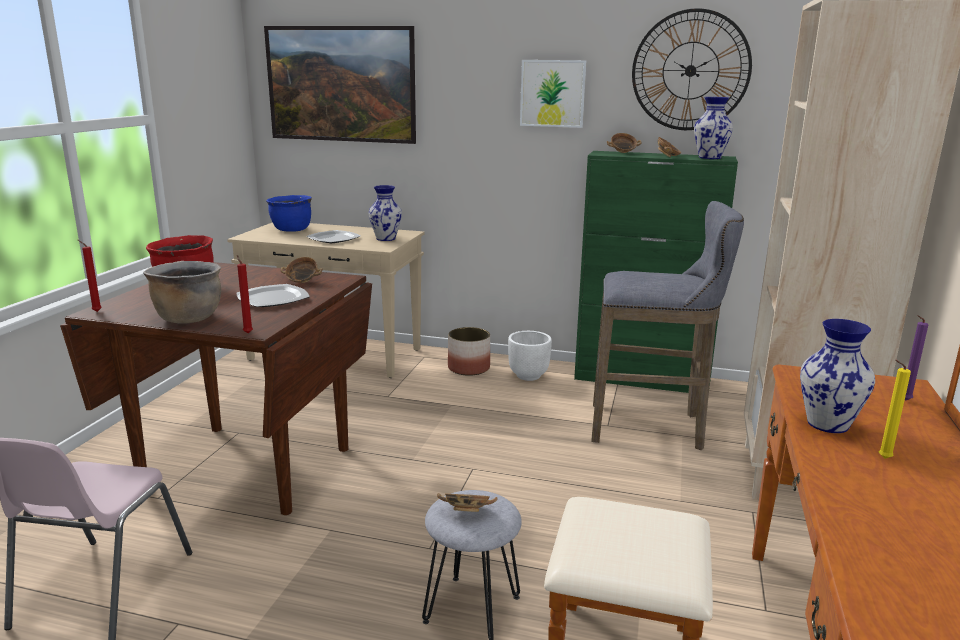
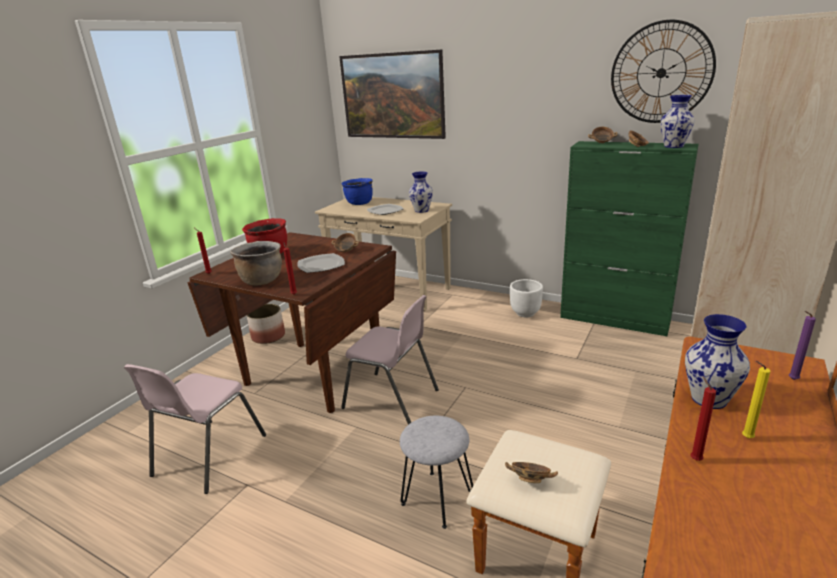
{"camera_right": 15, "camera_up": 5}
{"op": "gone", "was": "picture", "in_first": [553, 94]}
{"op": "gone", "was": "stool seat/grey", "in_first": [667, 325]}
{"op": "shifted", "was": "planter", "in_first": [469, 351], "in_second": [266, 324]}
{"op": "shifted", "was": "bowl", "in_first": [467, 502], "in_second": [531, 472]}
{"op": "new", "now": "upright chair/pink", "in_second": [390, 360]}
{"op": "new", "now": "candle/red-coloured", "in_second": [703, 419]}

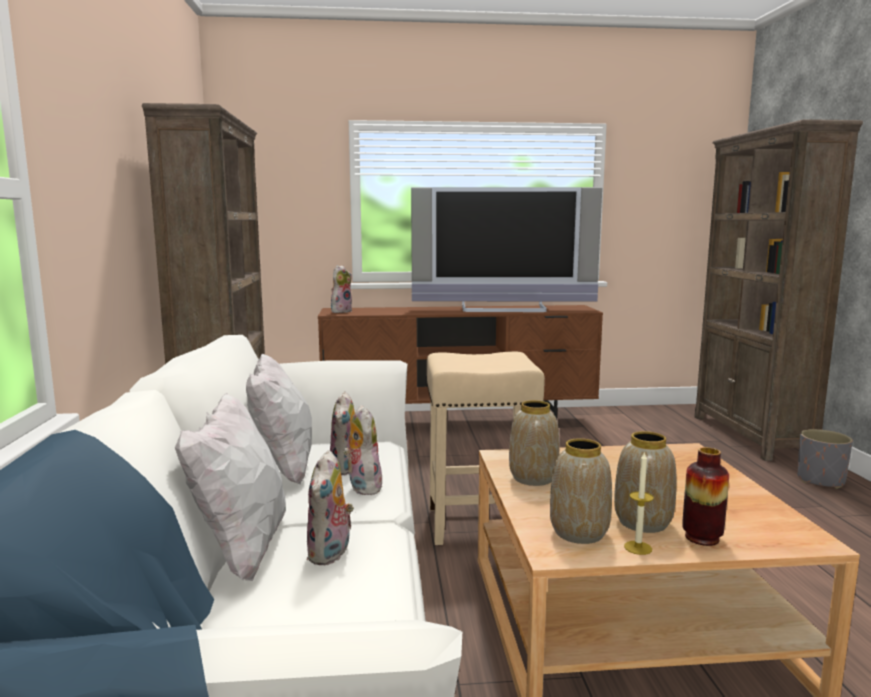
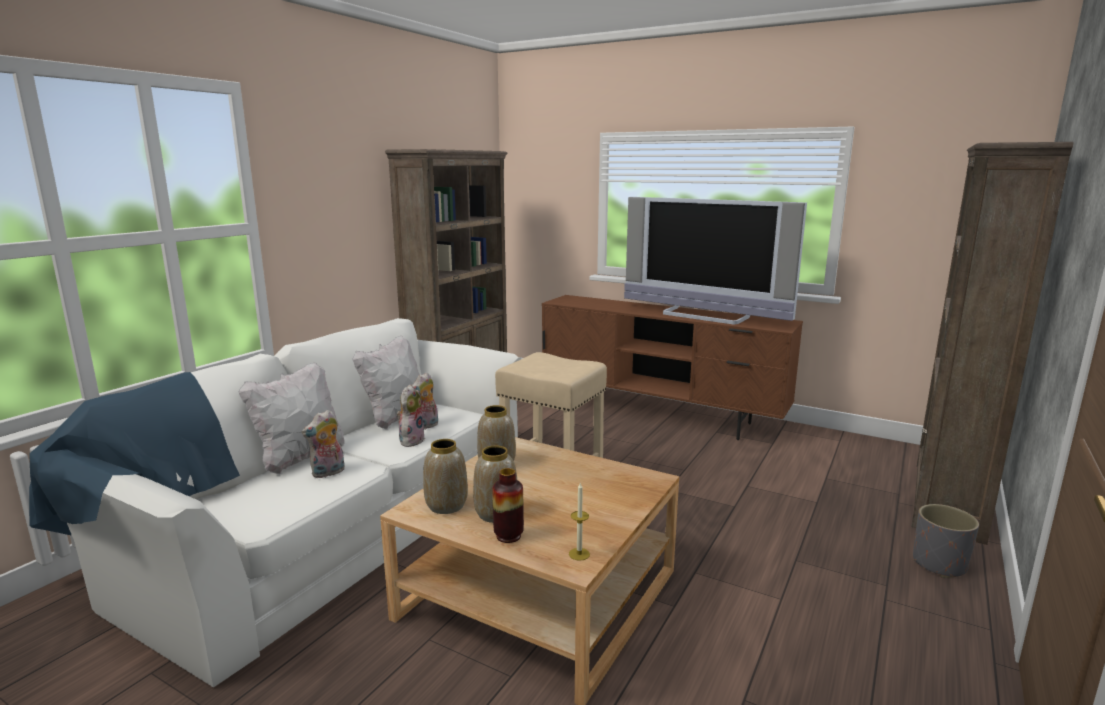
{"camera_right": 35, "camera_up": 5}
{"op": "gone", "was": "cuddly toy", "in_first": [341, 289]}
{"op": "shifted", "was": "candle", "in_first": [639, 503], "in_second": [579, 522]}

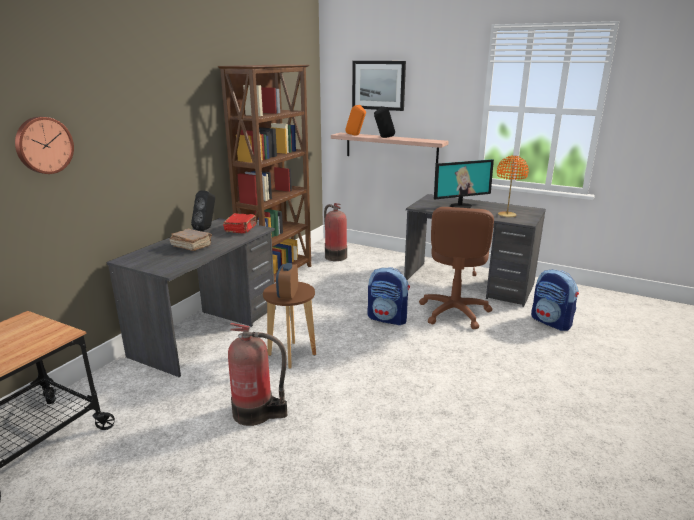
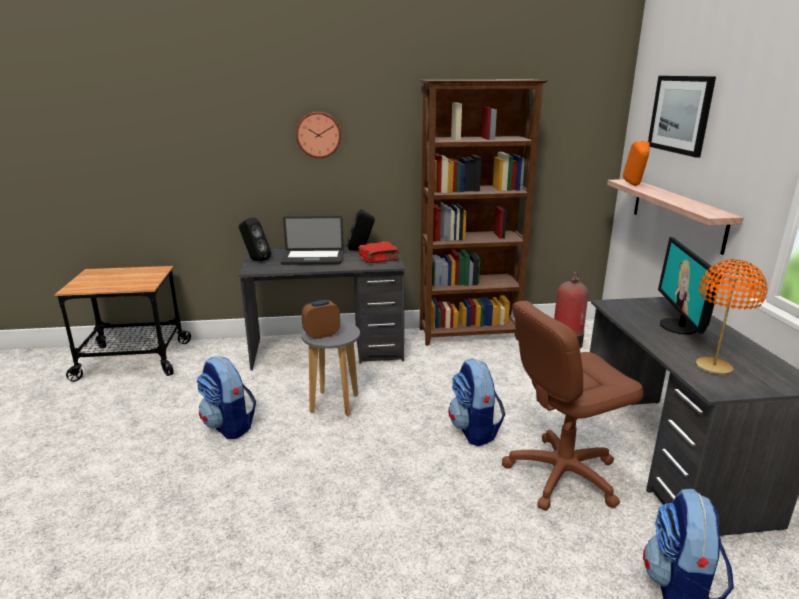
{"camera_right": 55, "camera_up": 0}
{"op": "shifted", "was": "speaker/blackish", "in_first": [384, 122], "in_second": [255, 239]}
{"op": "shifted", "was": "clock on the wall", "in_first": [44, 145], "in_second": [318, 135]}
{"op": "rotated", "was": "computer screen", "in_first": [464, 183], "in_second": [690, 286], "clockwise": 60}
{"op": "swapped", "was": "book/brownish", "now": "laptop", "in_first": [191, 240], "in_second": [312, 240]}
{"op": "repainted", "was": "stool seat/brownish", "now": "stool seat/grey", "in_first": [289, 325], "in_second": [331, 368]}
{"op": "swapped", "was": "extinguisher", "now": "backpack", "in_first": [257, 374], "in_second": [226, 397]}

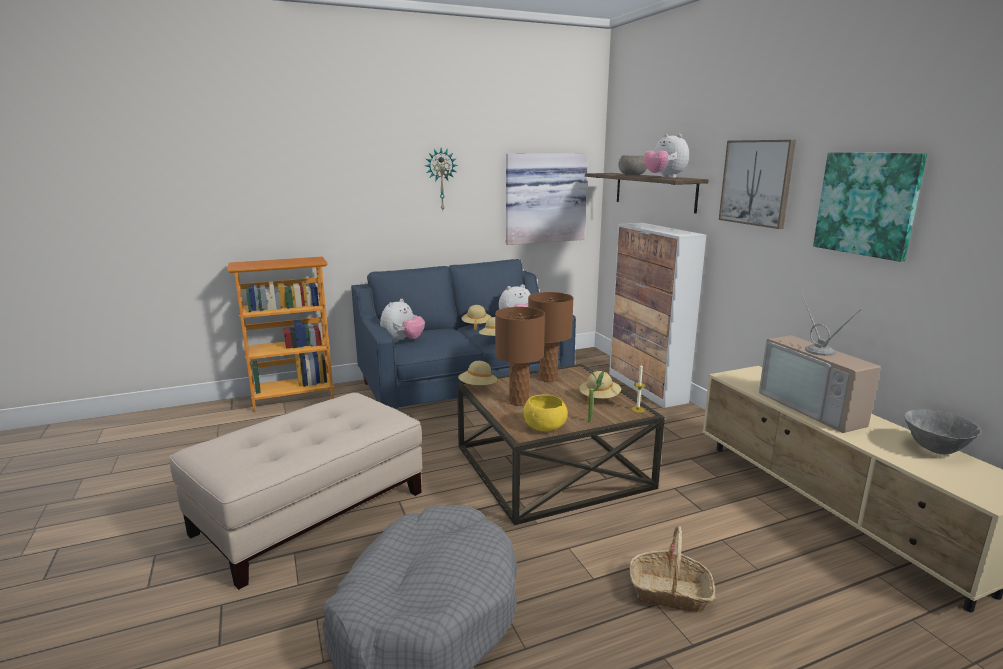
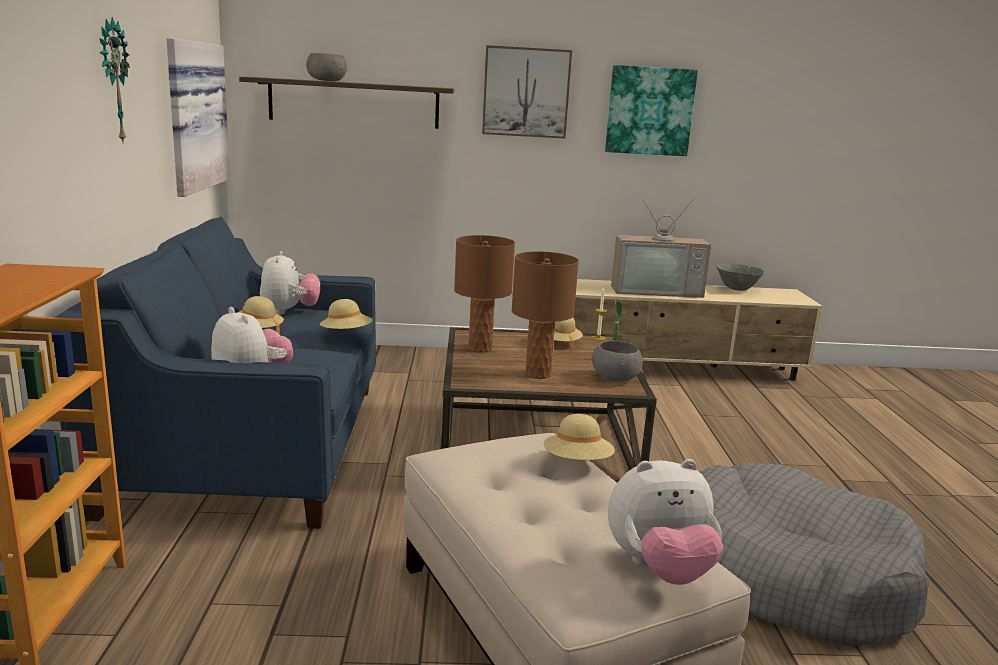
{"camera_right": -70, "camera_up": 0}
{"op": "shifted", "was": "cuddly toy", "in_first": [666, 156], "in_second": [665, 522]}
{"op": "gone", "was": "cabinet", "in_first": [657, 315]}
{"op": "shifted", "was": "hat/beige", "in_first": [478, 373], "in_second": [579, 437]}
{"op": "repainted", "was": "bowl/yellowish", "now": "bowl/grey", "in_first": [545, 413], "in_second": [617, 361]}
{"op": "gone", "was": "storage basket", "in_first": [672, 569]}

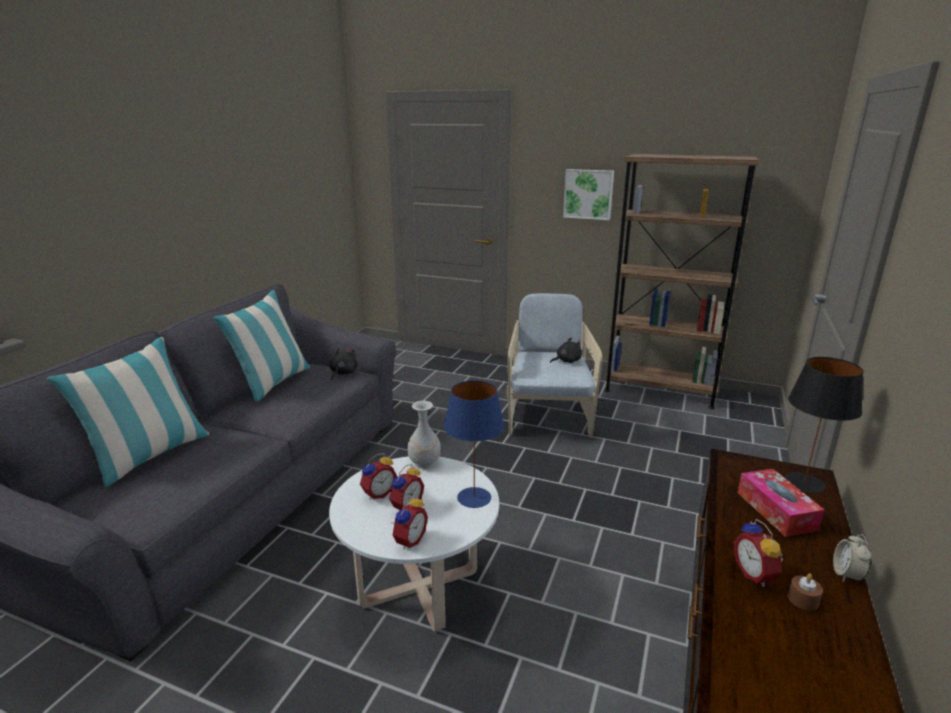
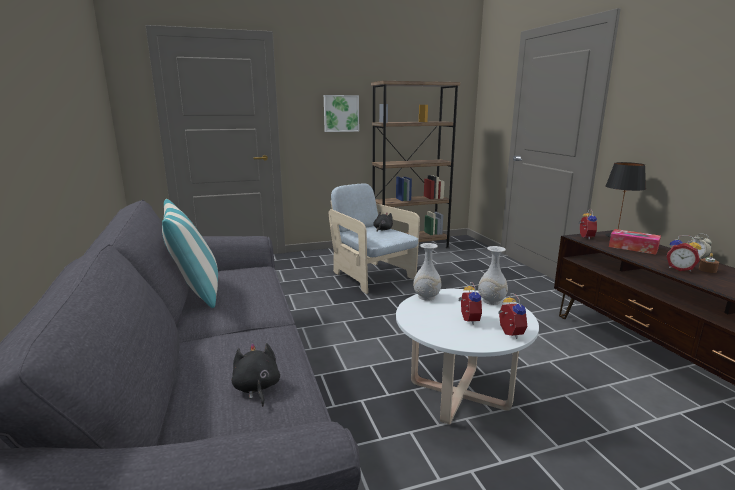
{"camera_right": -40, "camera_up": -5}
{"op": "gone", "was": "throw pillow", "in_first": [128, 412]}
{"op": "shifted", "was": "cuddly toy/blackish", "in_first": [343, 364], "in_second": [256, 375]}
{"op": "swapped", "was": "table lamp/bluish", "now": "decorative vase/white", "in_first": [474, 444], "in_second": [493, 275]}
{"op": "shifted", "was": "table clock", "in_first": [378, 476], "in_second": [588, 224]}

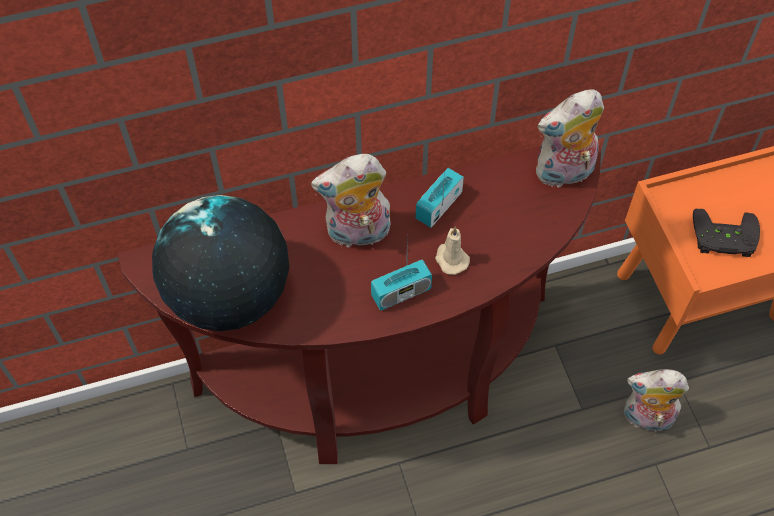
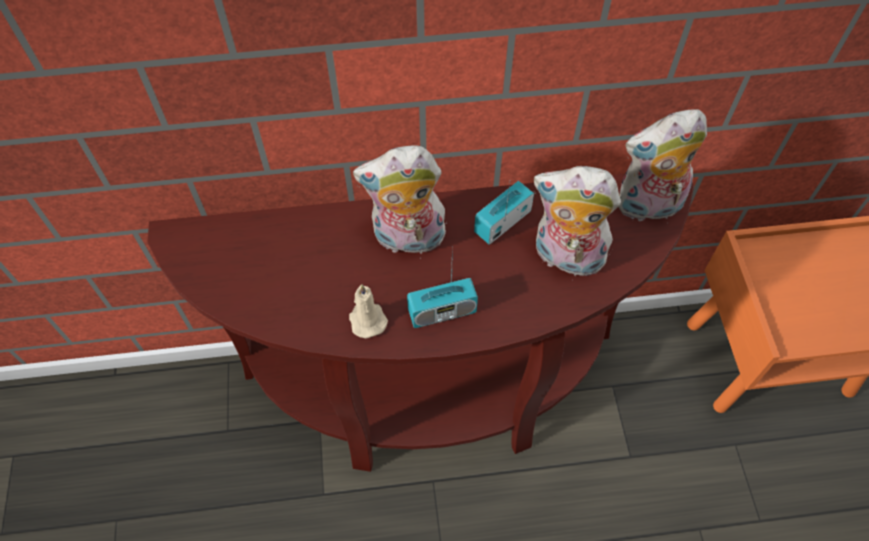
{"camera_right": 10, "camera_up": 0}
{"op": "gone", "was": "globe", "in_first": [220, 263]}
{"op": "gone", "was": "game controller/blackish", "in_first": [726, 233]}
{"op": "shifted", "was": "candle/beige", "in_first": [452, 251], "in_second": [368, 311]}
{"op": "shifted", "was": "cuddly toy", "in_first": [656, 400], "in_second": [577, 221]}

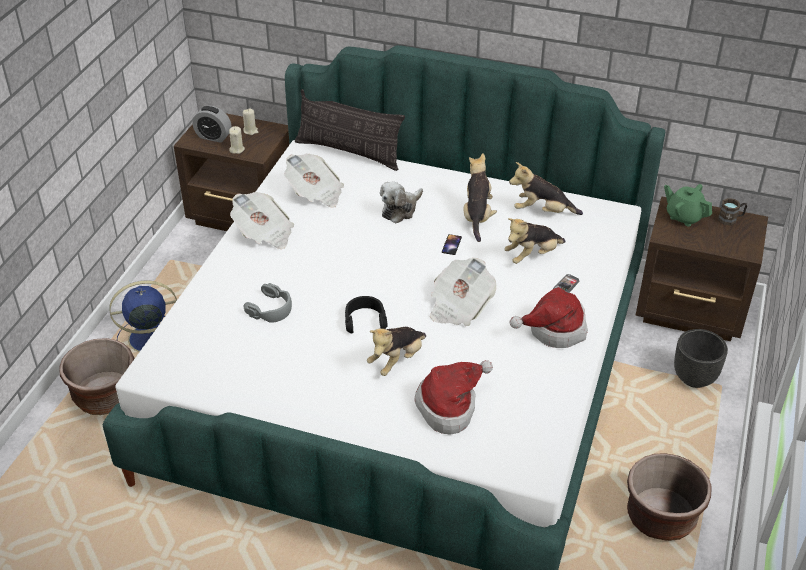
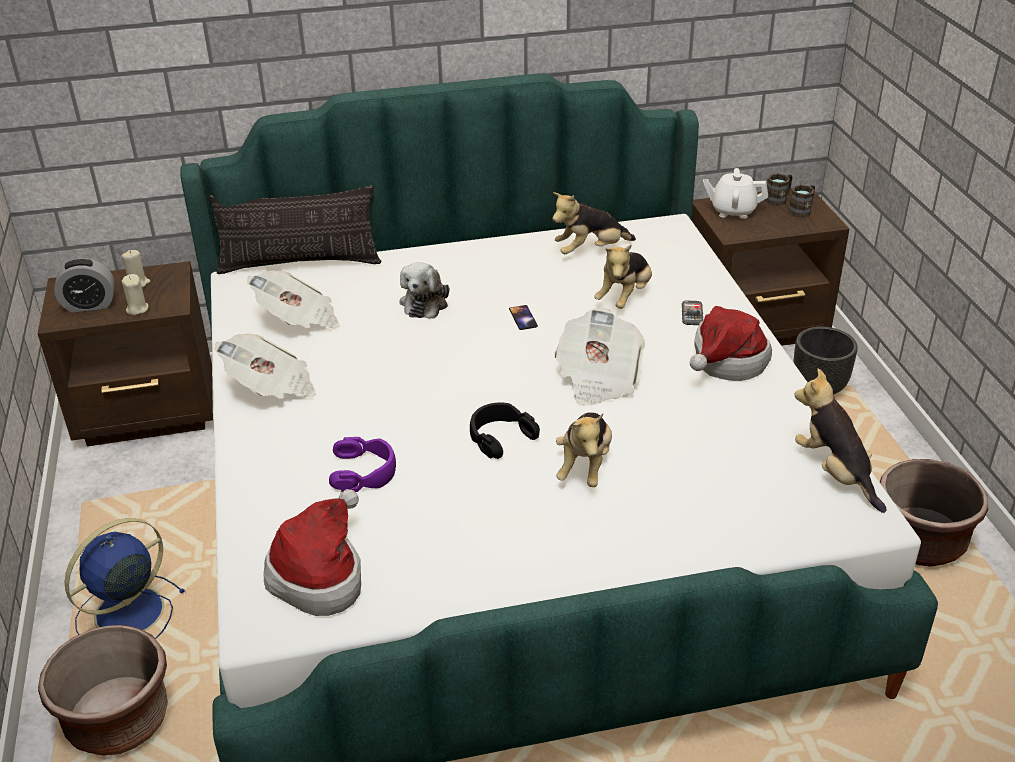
{"camera_right": -30, "camera_up": -5}
{"op": "shifted", "was": "cuddly toy", "in_first": [480, 197], "in_second": [840, 440]}
{"op": "repainted", "was": "pot for tea/green", "now": "pot for tea/white", "in_first": [688, 205], "in_second": [735, 193]}
{"op": "repainted", "was": "headset/grey", "now": "headset/purplish", "in_first": [267, 303], "in_second": [362, 464]}
{"op": "shifted", "was": "hat", "in_first": [454, 397], "in_second": [312, 552]}
{"op": "new", "now": "mug/brownish", "in_second": [802, 201]}

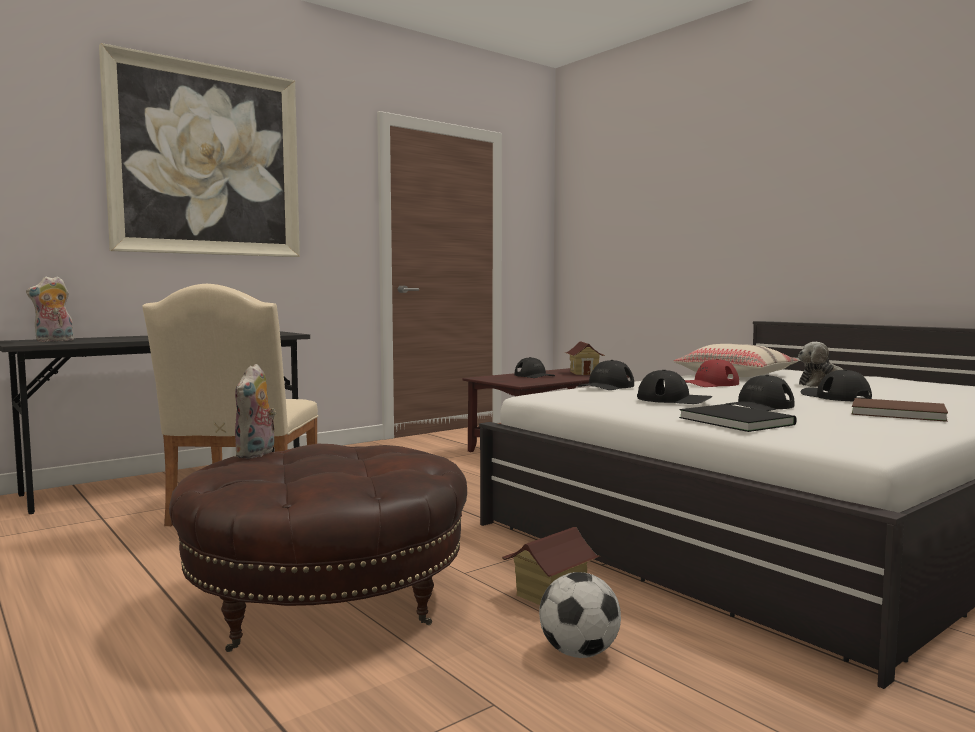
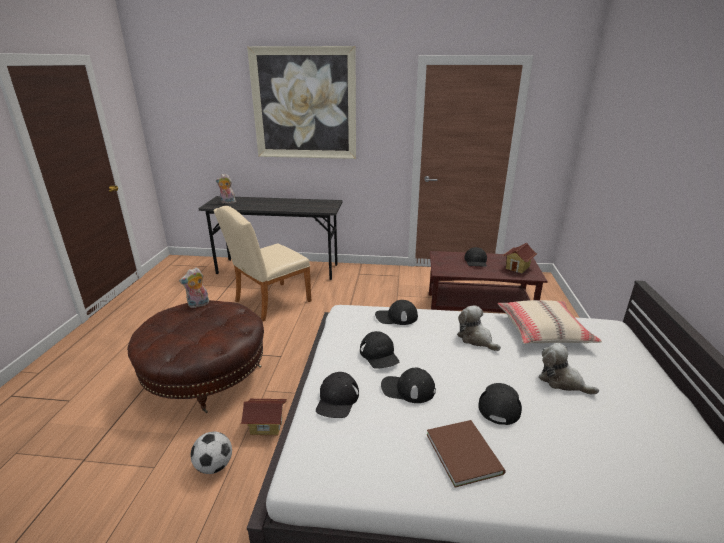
{"camera_right": 45, "camera_up": 20}
{"op": "swapped", "was": "baseball cap/red-coloured", "now": "cuddly toy", "in_first": [712, 373], "in_second": [479, 328]}
{"op": "swapped", "was": "book/blackish", "now": "baseball cap/blackish", "in_first": [738, 418], "in_second": [337, 395]}

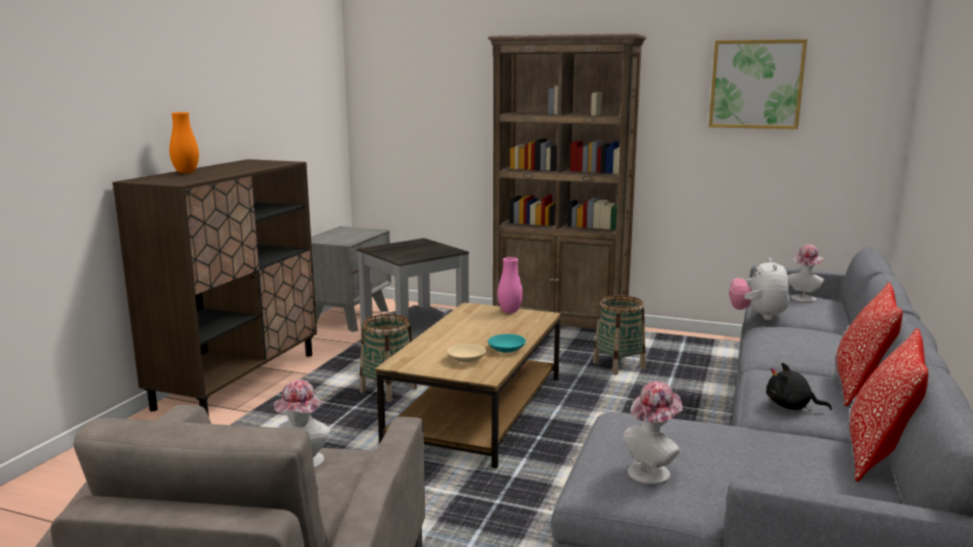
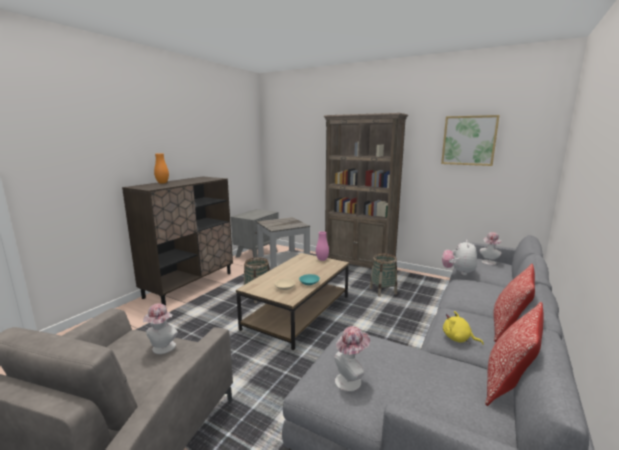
{"camera_right": 10, "camera_up": 0}
{"op": "repainted", "was": "cuddly toy/blackish", "now": "cuddly toy/yellowish", "in_first": [799, 387], "in_second": [463, 328]}

